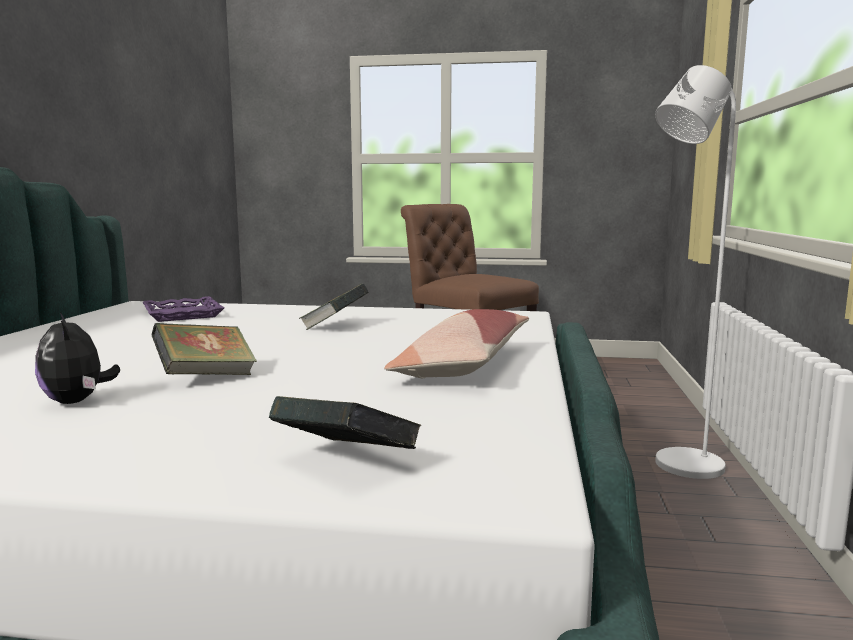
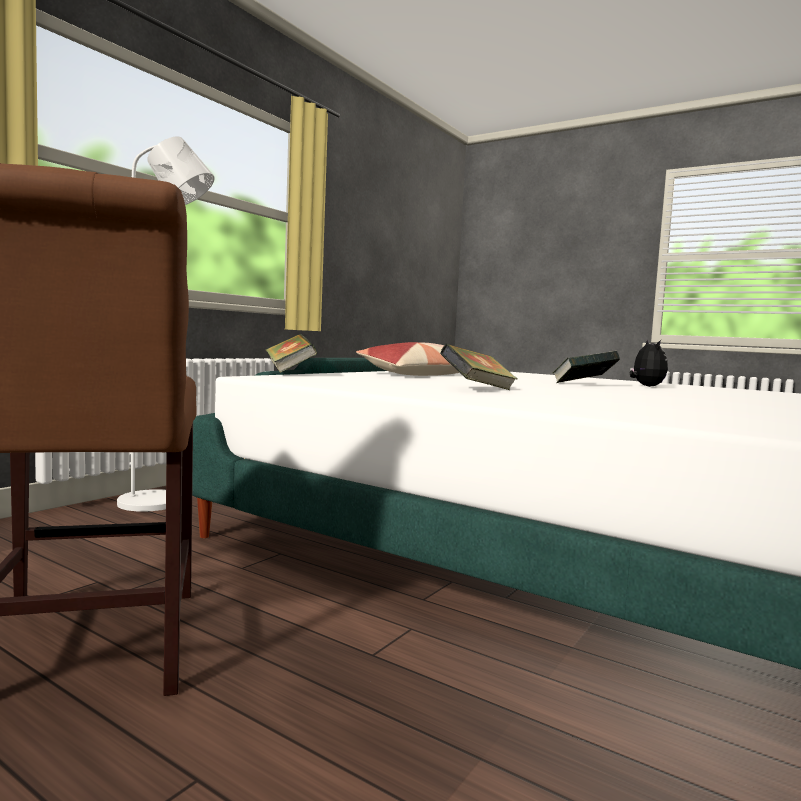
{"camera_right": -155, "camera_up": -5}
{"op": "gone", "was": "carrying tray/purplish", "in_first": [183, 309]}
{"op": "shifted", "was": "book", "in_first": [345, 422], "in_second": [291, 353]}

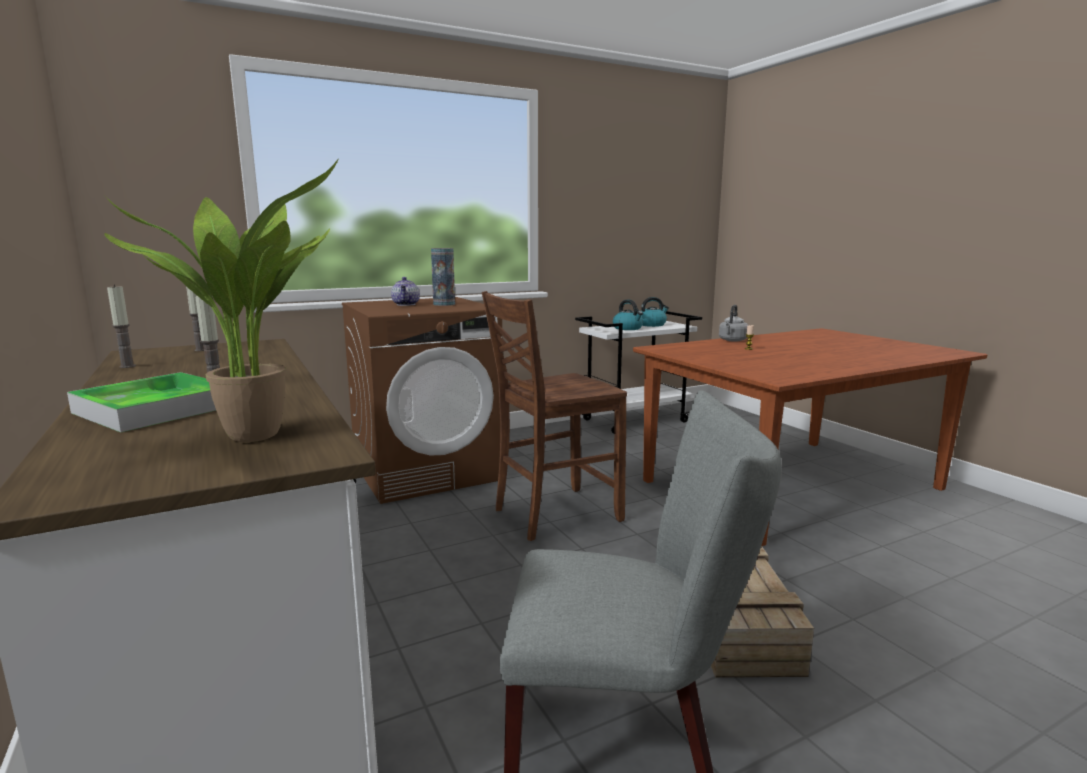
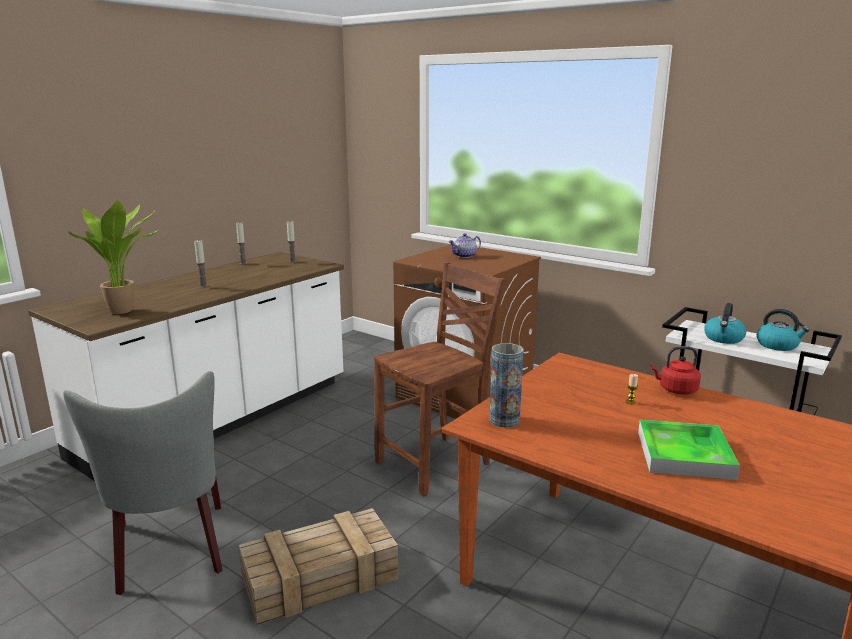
{"camera_right": 65, "camera_up": 5}
{"op": "shifted", "was": "decorative vase", "in_first": [443, 277], "in_second": [506, 385]}
{"op": "rotated", "was": "upright chair/brownish", "in_first": [554, 416], "in_second": [440, 379], "clockwise": 105}
{"op": "repainted", "was": "kettle/grey", "now": "kettle/red-coloured", "in_first": [734, 323], "in_second": [675, 370]}
{"op": "shifted", "was": "carrying tray", "in_first": [141, 402], "in_second": [689, 450]}

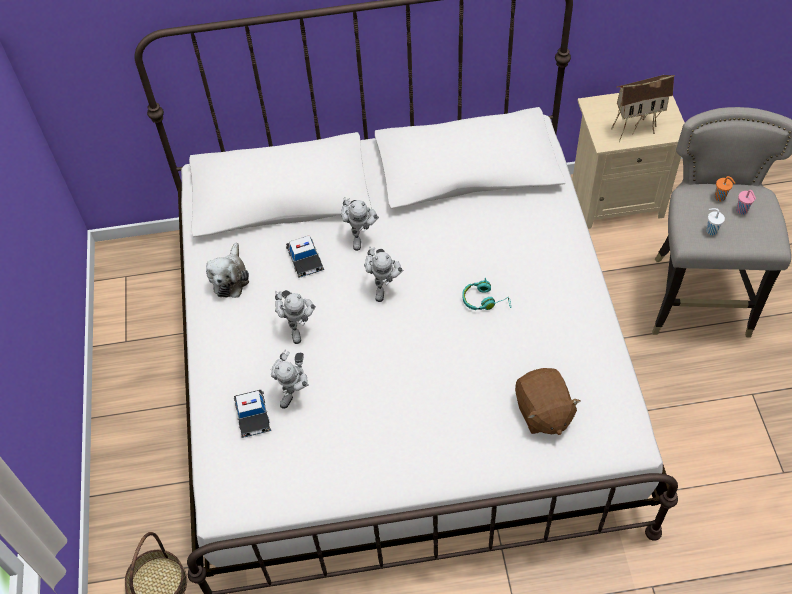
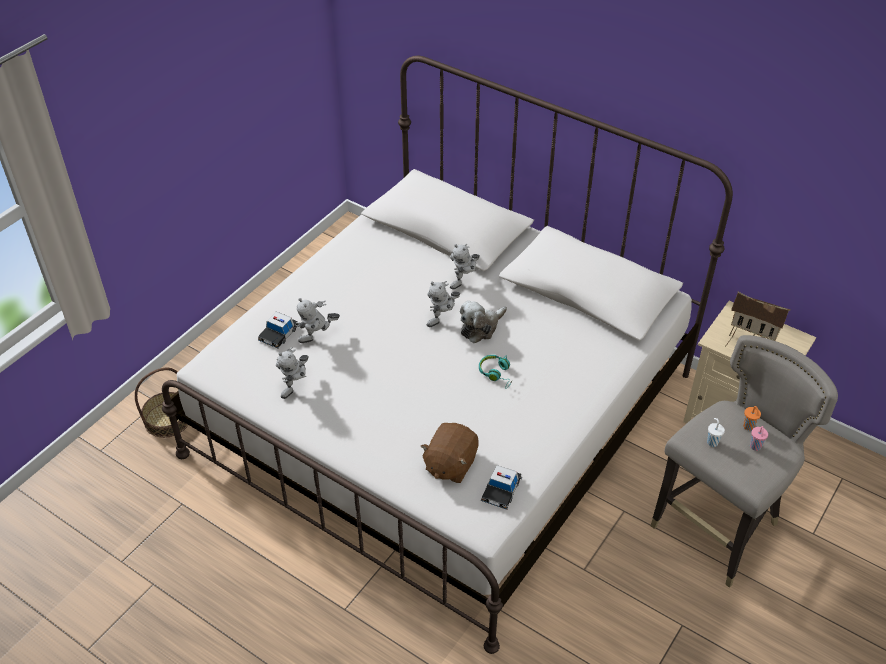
{"camera_right": 40, "camera_up": -10}
{"op": "shifted", "was": "toy car", "in_first": [305, 257], "in_second": [501, 487]}
{"op": "shifted", "was": "cuddly toy", "in_first": [227, 270], "in_second": [483, 322]}
{"op": "shifted", "was": "model robot", "in_first": [295, 317], "in_second": [292, 373]}

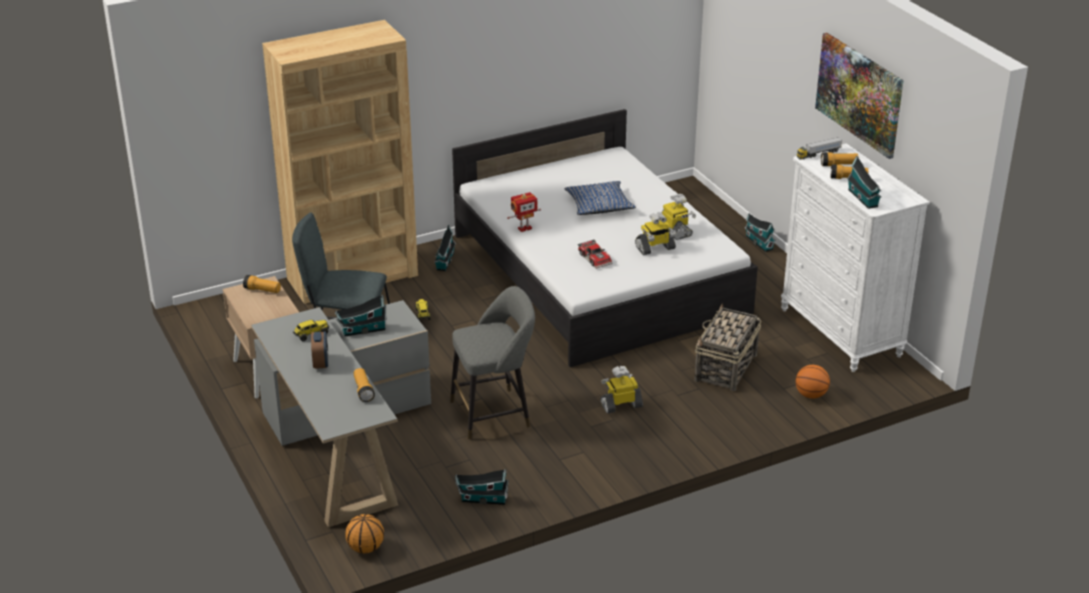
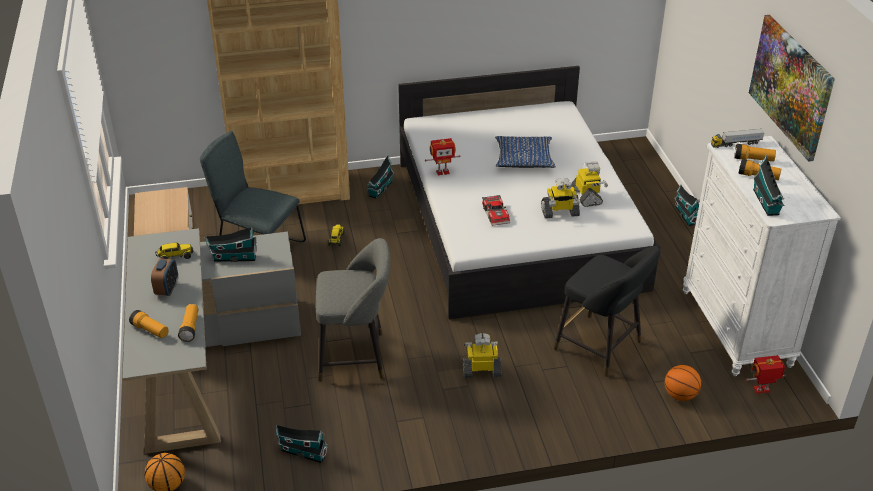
{"camera_right": 15, "camera_up": 5}
{"op": "shifted", "was": "hand torch", "in_first": [262, 284], "in_second": [149, 324]}
{"op": "swapped", "was": "storage basket", "now": "stool seat/blackish", "in_first": [727, 347], "in_second": [607, 311]}
{"op": "new", "now": "model robot", "in_second": [766, 374]}

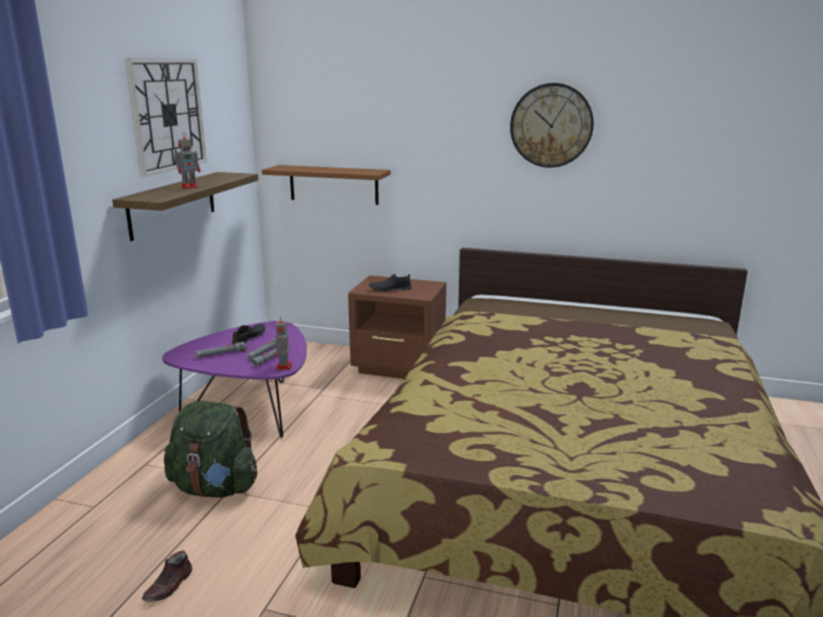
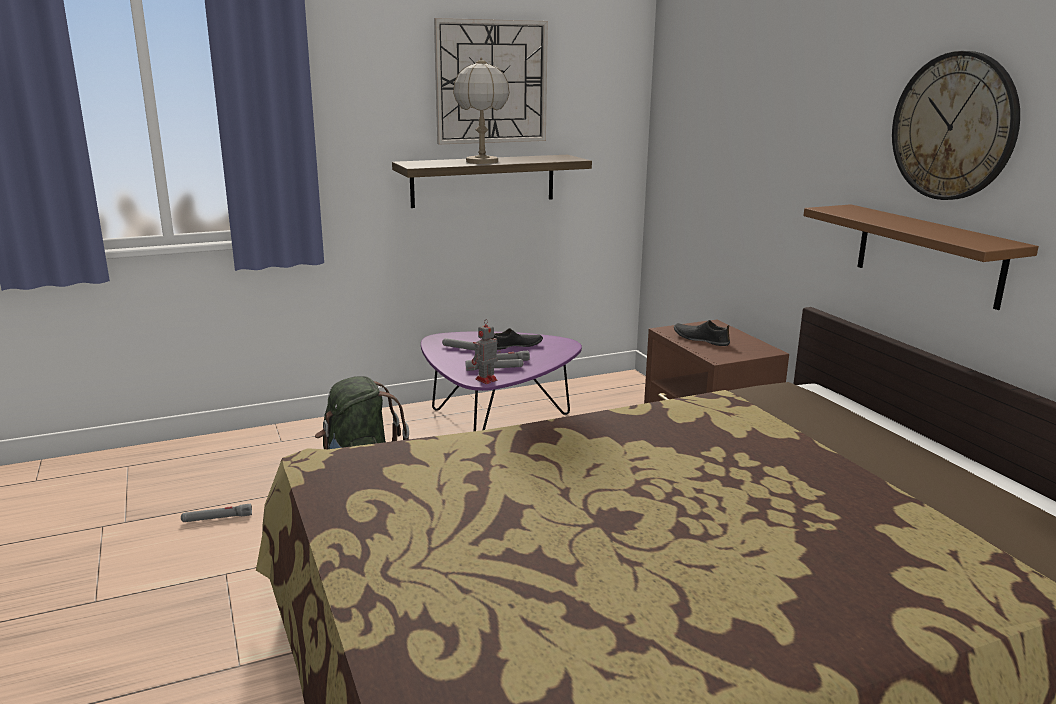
{"camera_right": 50, "camera_up": 0}
{"op": "swapped", "was": "model robot", "now": "table lamp", "in_first": [187, 160], "in_second": [481, 110]}
{"op": "shifted", "was": "shelf/brownish", "in_first": [326, 185], "in_second": [921, 257]}
{"op": "swapped", "was": "shoe/brownish", "now": "hand torch/grey", "in_first": [167, 576], "in_second": [216, 513]}

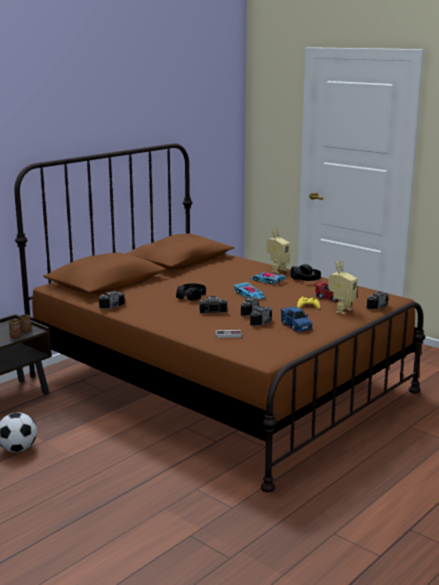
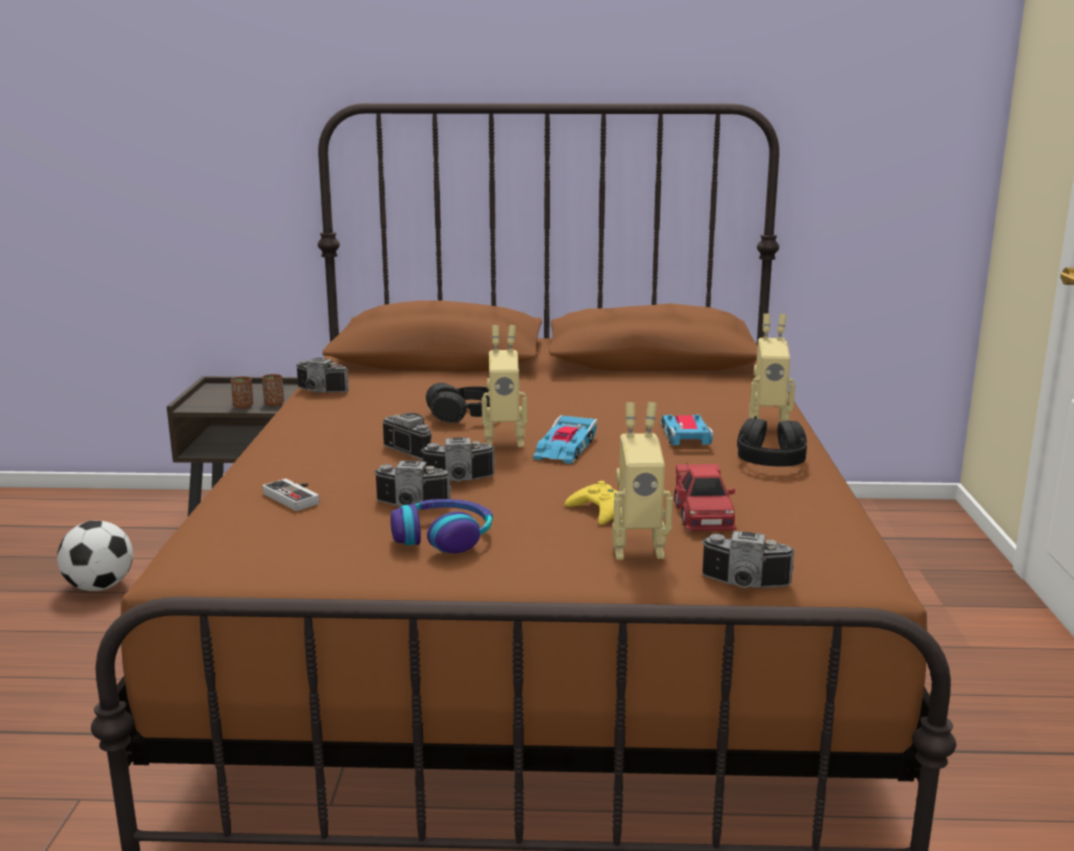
{"camera_right": 50, "camera_up": 0}
{"op": "swapped", "was": "toy car/bluish", "now": "headset", "in_first": [297, 319], "in_second": [441, 526]}
{"op": "new", "now": "model robot", "in_second": [504, 386]}

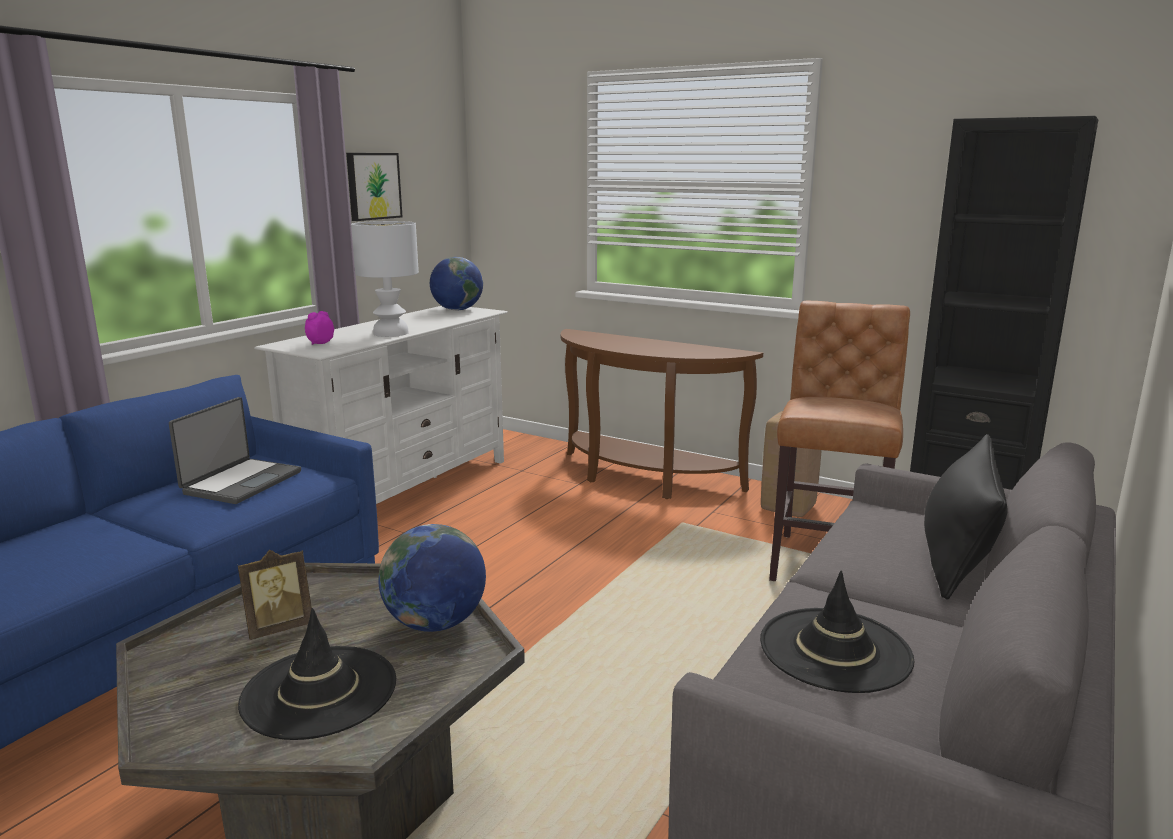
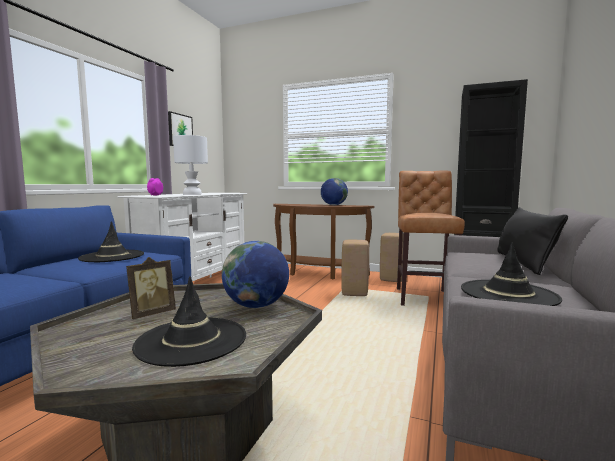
{"camera_right": -10, "camera_up": -10}
{"op": "shifted", "was": "globe", "in_first": [456, 283], "in_second": [334, 191]}
{"op": "swapped", "was": "laptop", "now": "hat/blackish", "in_first": [235, 450], "in_second": [111, 242]}
{"op": "new", "now": "stool seat/beige", "in_second": [355, 268]}

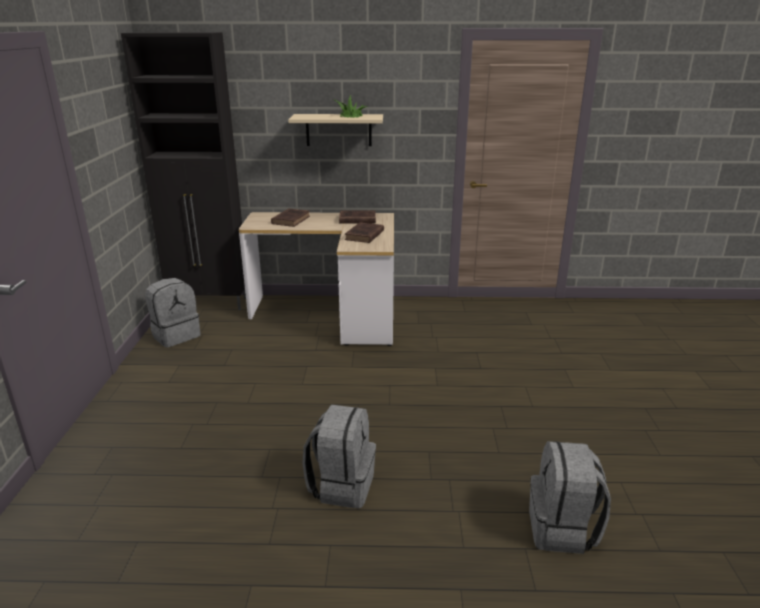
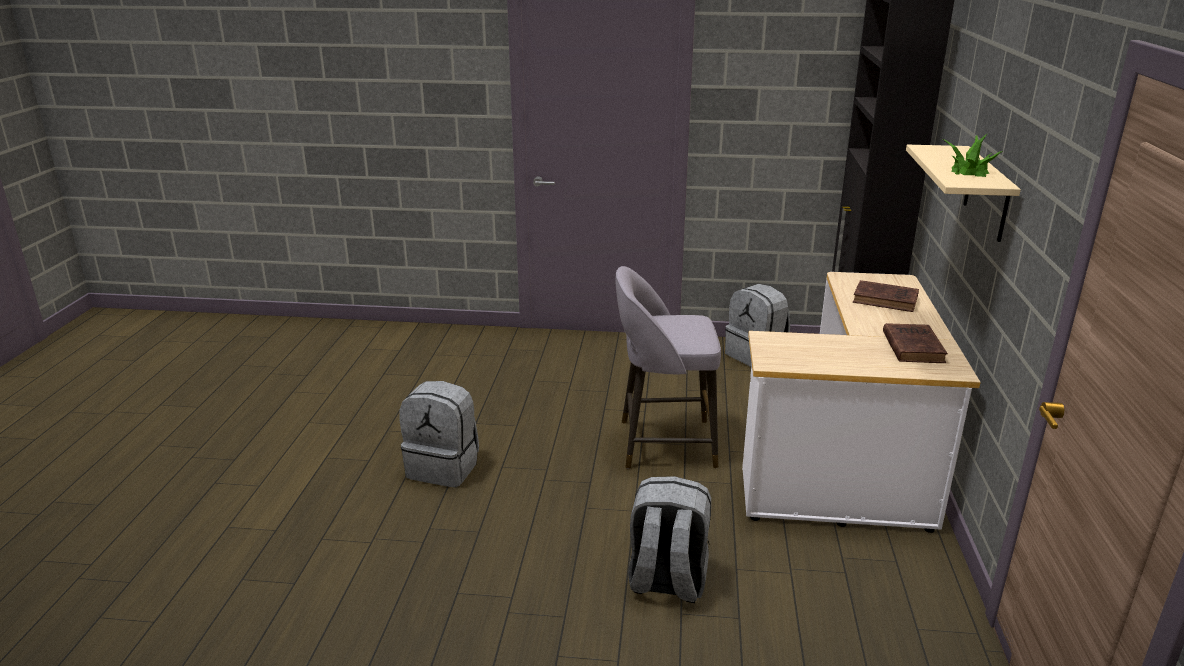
{"camera_right": 95, "camera_up": 0}
{"op": "gone", "was": "book/brownish", "in_first": [364, 232]}
{"op": "shifted", "was": "backpack/grey", "in_first": [570, 497], "in_second": [669, 539]}
{"op": "new", "now": "stool seat/grey", "in_second": [668, 367]}

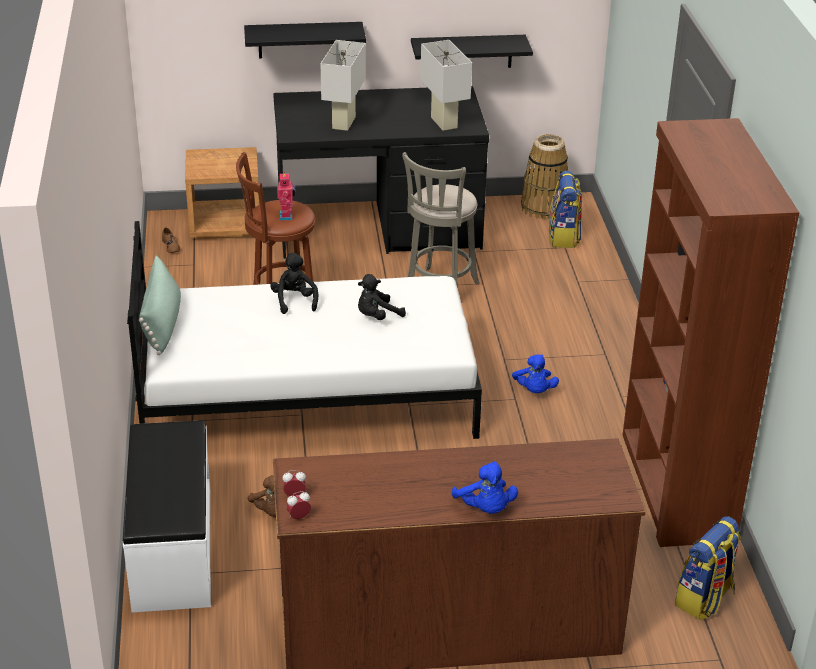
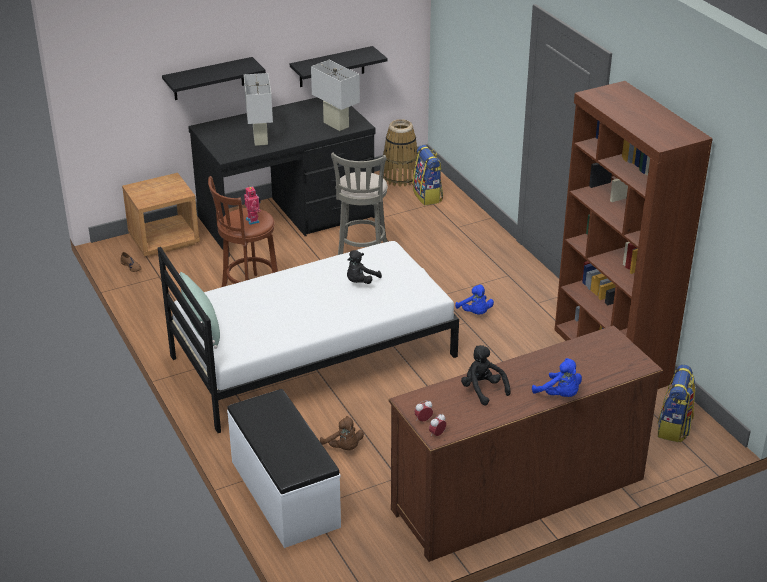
{"camera_right": -20, "camera_up": 0}
{"op": "shifted", "was": "cuddly toy/blackish", "in_first": [294, 283], "in_second": [486, 375]}

